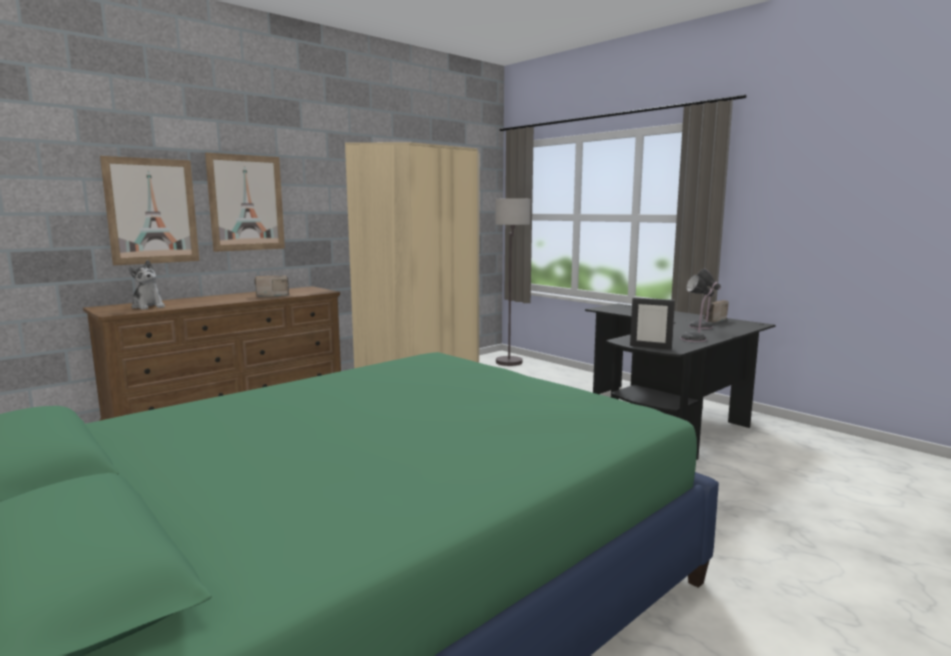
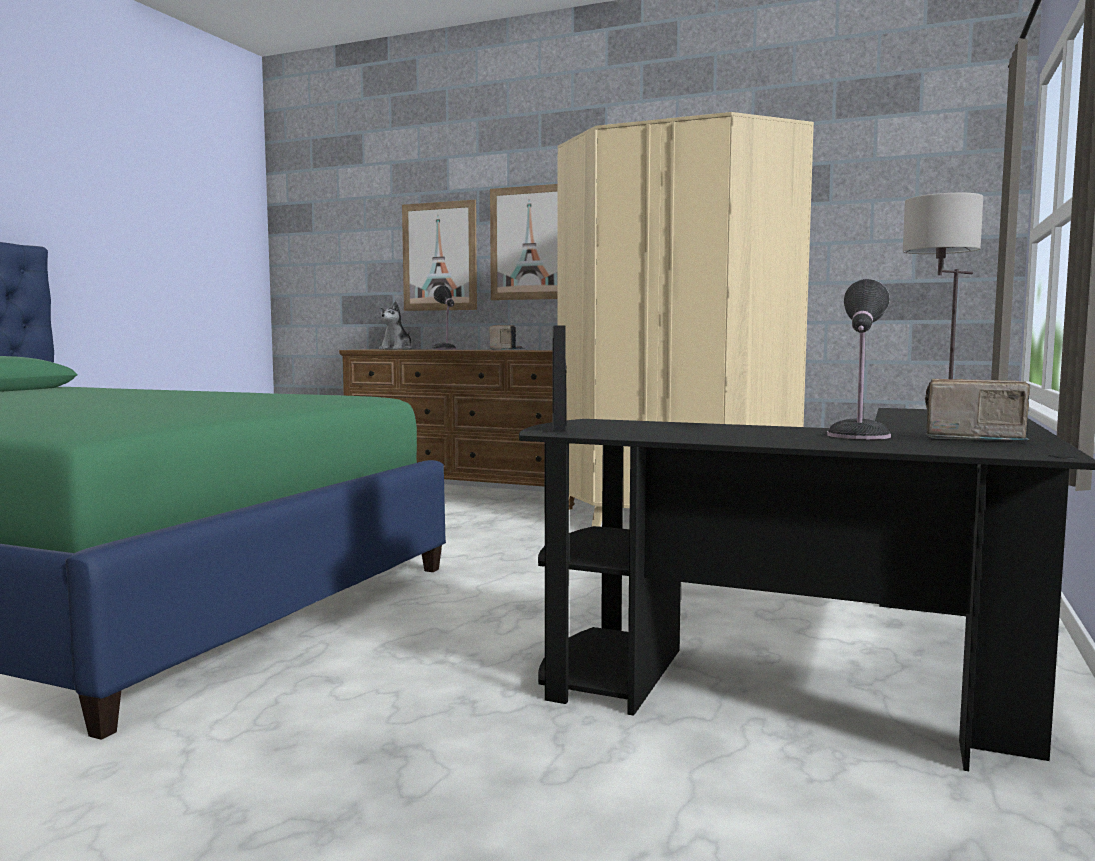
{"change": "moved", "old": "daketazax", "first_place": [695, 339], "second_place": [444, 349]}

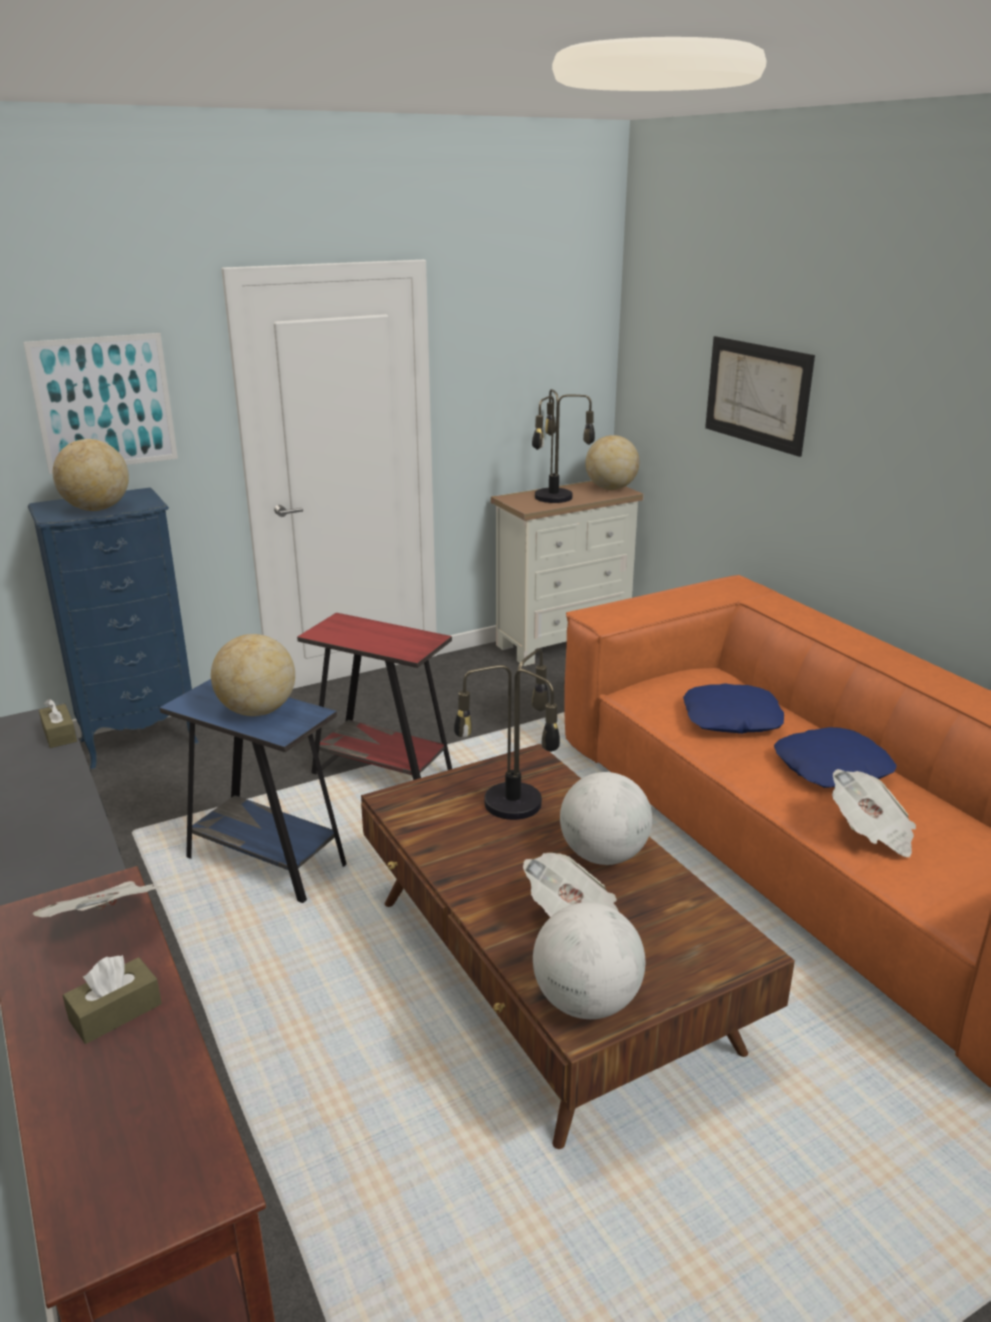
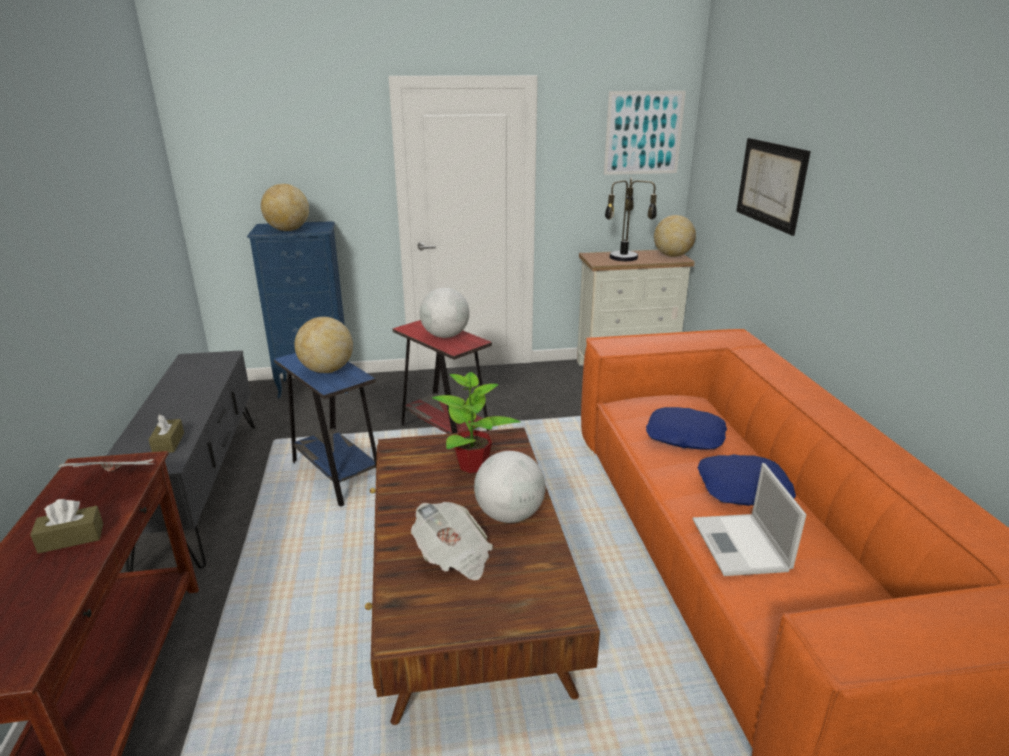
{"change": "moved", "old": "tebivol", "first_place": [104, 403], "second_place": [643, 133]}
{"change": "replaced", "old": "daketazax", "new": "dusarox", "first_place": [513, 804], "second_place": [473, 465]}
{"change": "moved", "old": "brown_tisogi", "first_place": [59, 734], "second_place": [168, 443]}
{"change": "replaced", "old": "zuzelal", "new": "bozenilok", "first_place": [871, 832], "second_place": [741, 546]}
{"change": "moved", "old": "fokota", "first_place": [586, 1002], "second_place": [445, 336]}

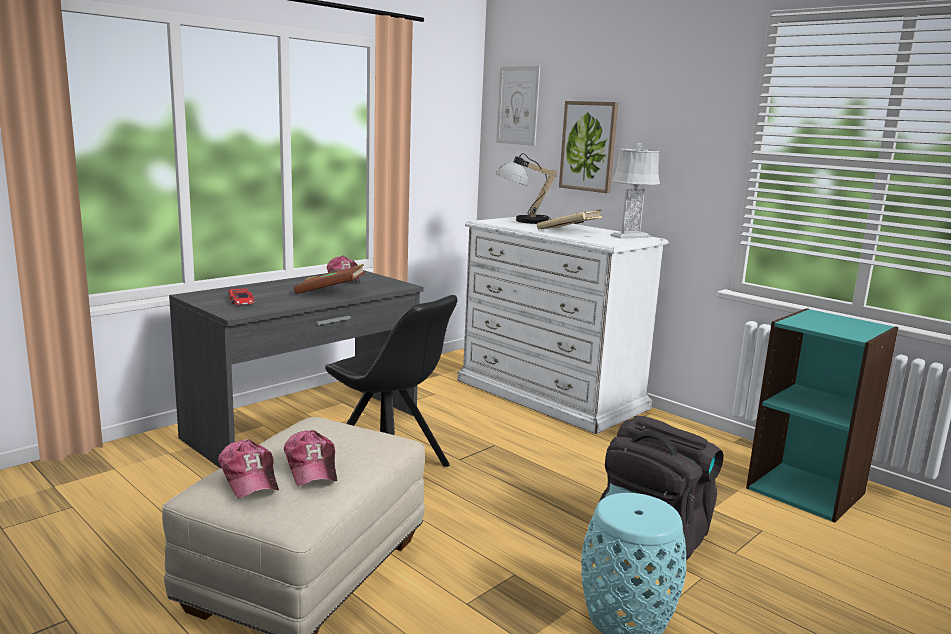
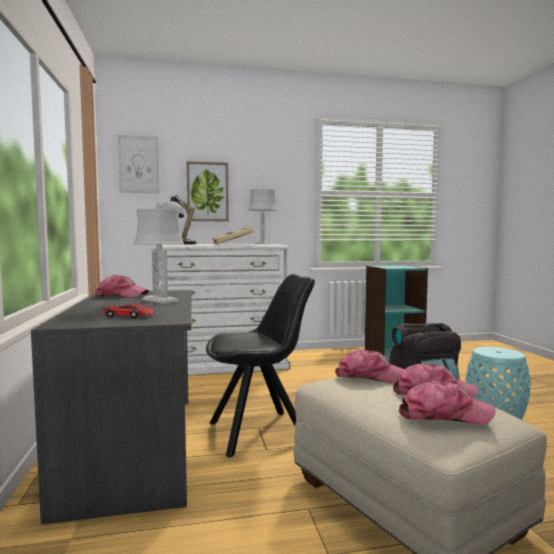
{"change": "replaced", "old": "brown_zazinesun", "new": "grey_daketazax", "first_place": [330, 292], "second_place": [160, 300]}
{"change": "added", "new": "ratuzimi", "second_place": [369, 376]}

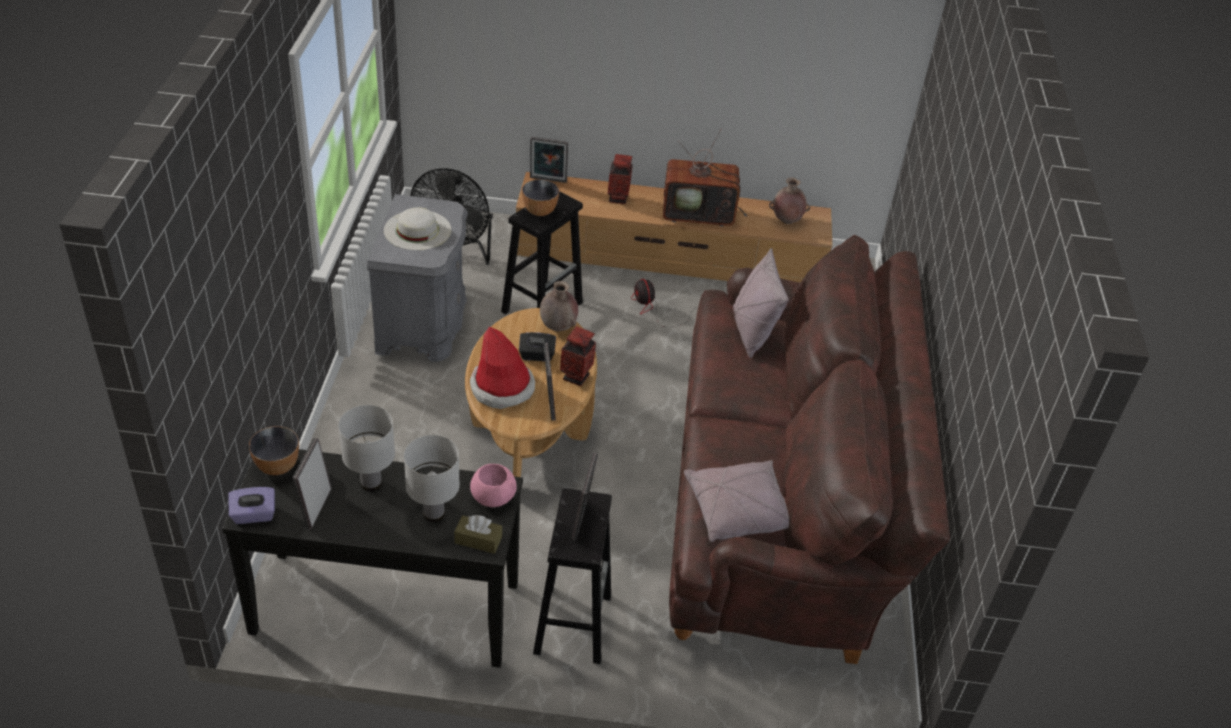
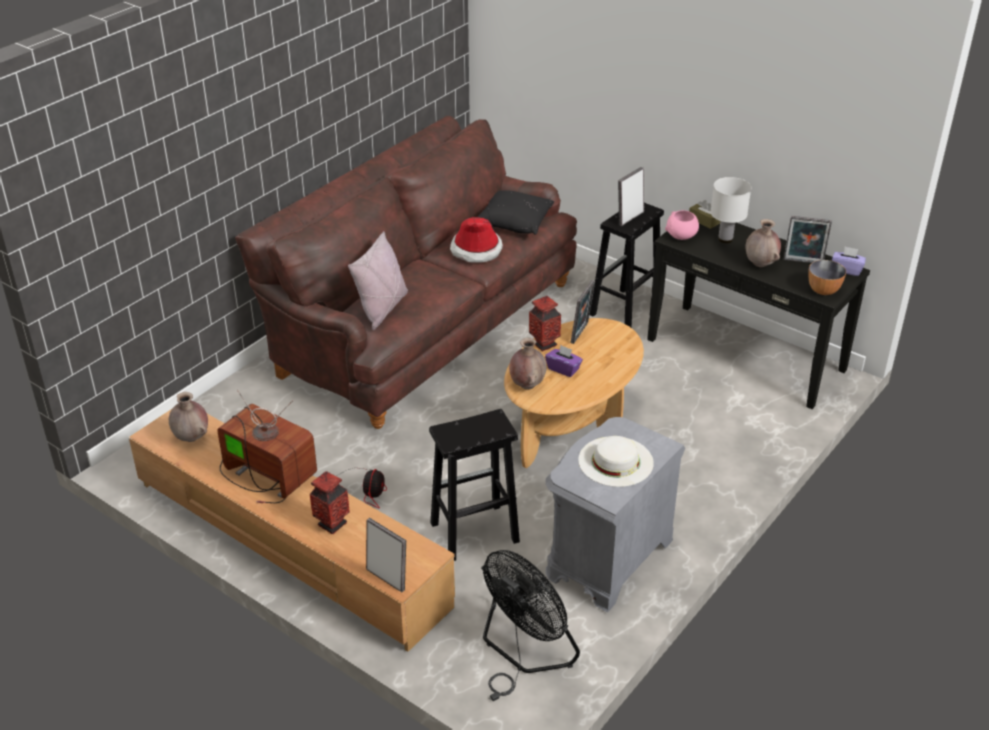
{"change": "removed", "old": "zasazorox", "first_place": [540, 211]}
{"change": "moved", "old": "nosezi", "first_place": [502, 388], "second_place": [476, 250]}
{"change": "recoloured", "old": "black_tisogi", "new": "purple_tisogi", "first_place": [536, 355], "second_place": [563, 369]}
{"change": "replaced", "old": "white_daketazax", "new": "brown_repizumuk", "first_place": [370, 483], "second_place": [760, 264]}
{"change": "turned", "old": "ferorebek", "first_place": [316, 508], "second_place": [803, 262], "degrees": 60}
{"change": "recoloured", "old": "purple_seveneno", "new": "black_seveneno", "first_place": [738, 511], "second_place": [514, 223]}

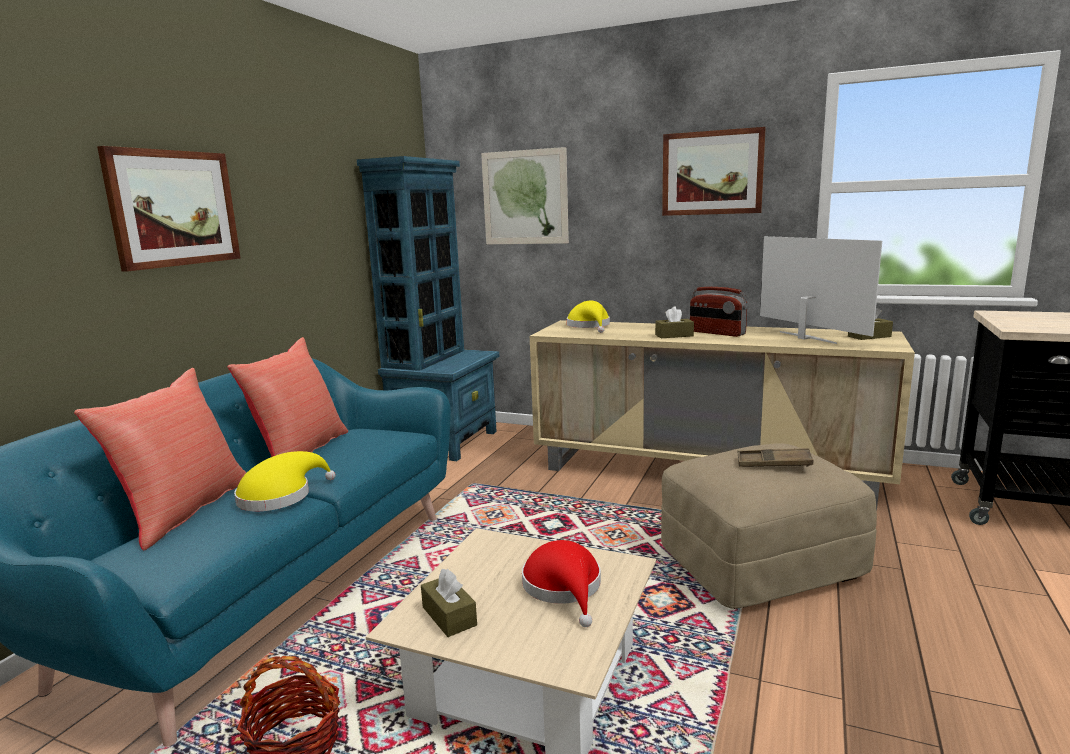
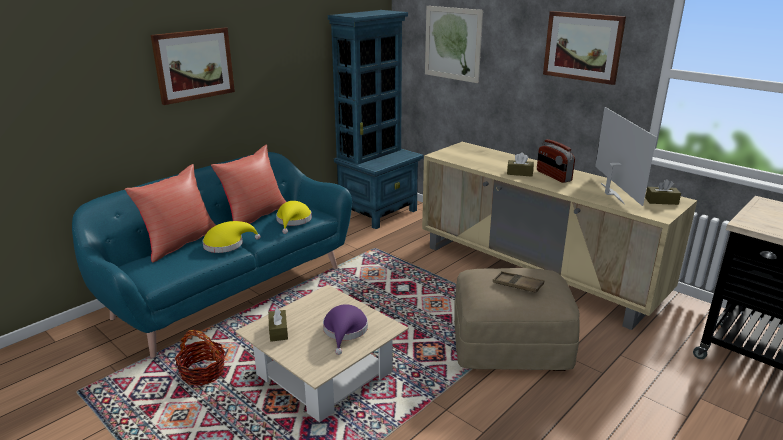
{"change": "moved", "old": "yellow_nosezi", "first_place": [589, 326], "second_place": [293, 221]}
{"change": "recoloured", "old": "red_nosezi", "new": "purple_nosezi", "first_place": [564, 588], "second_place": [345, 331]}

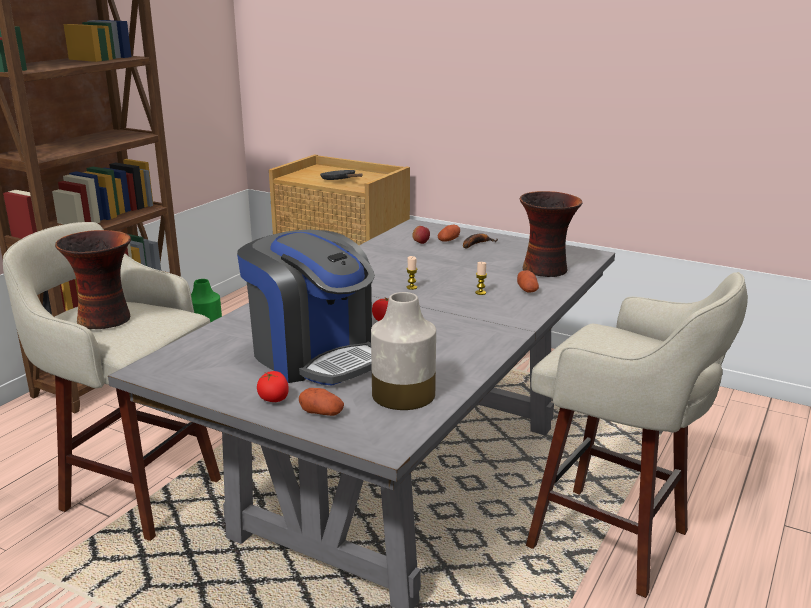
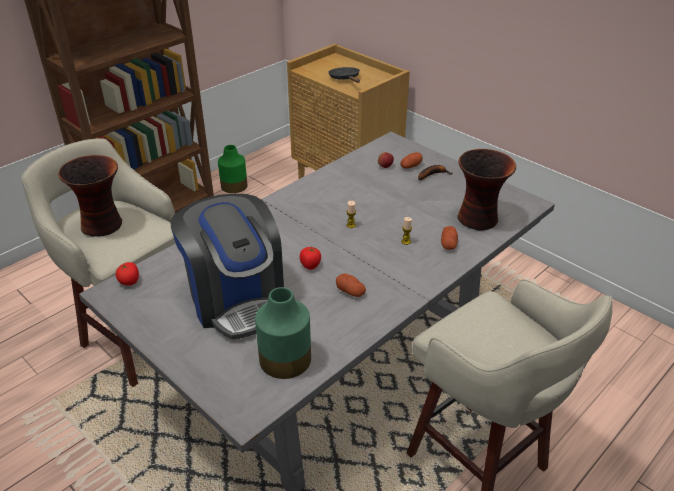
{"change": "recoloured", "old": "beige_repizumuk", "new": "green_repizumuk", "first_place": [402, 394], "second_place": [284, 358]}
{"change": "moved", "old": "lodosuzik", "first_place": [274, 399], "second_place": [129, 281]}
{"change": "moved", "old": "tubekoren", "first_place": [321, 412], "second_place": [350, 291]}

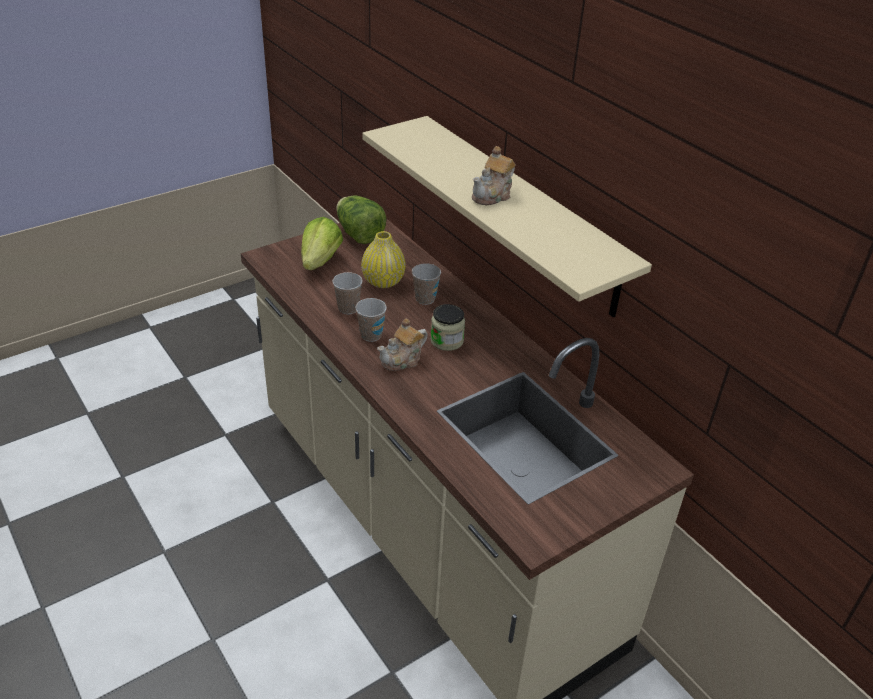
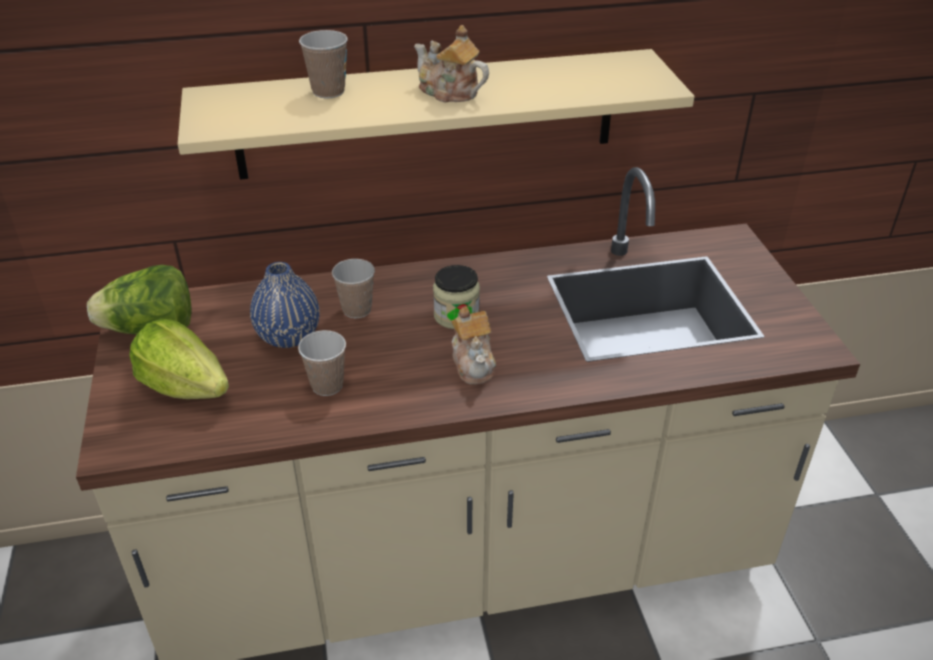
{"change": "turned", "old": "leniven", "first_place": [493, 195], "second_place": [449, 92], "degrees": 150}
{"change": "recoloured", "old": "yellow_repizumuk", "new": "blue_repizumuk", "first_place": [383, 281], "second_place": [289, 336]}
{"change": "moved", "old": "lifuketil", "first_place": [371, 335], "second_place": [328, 91]}

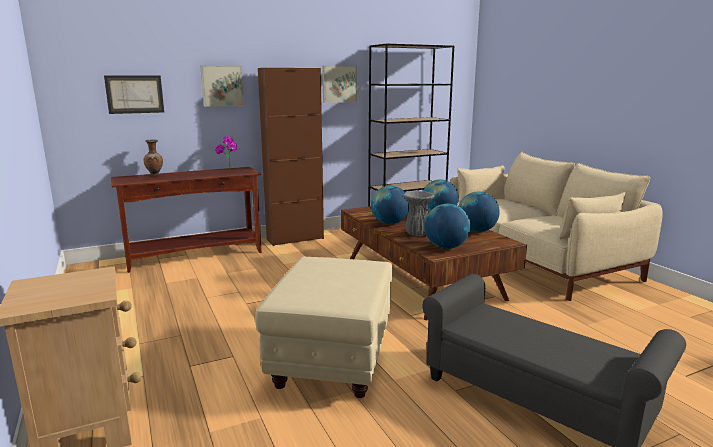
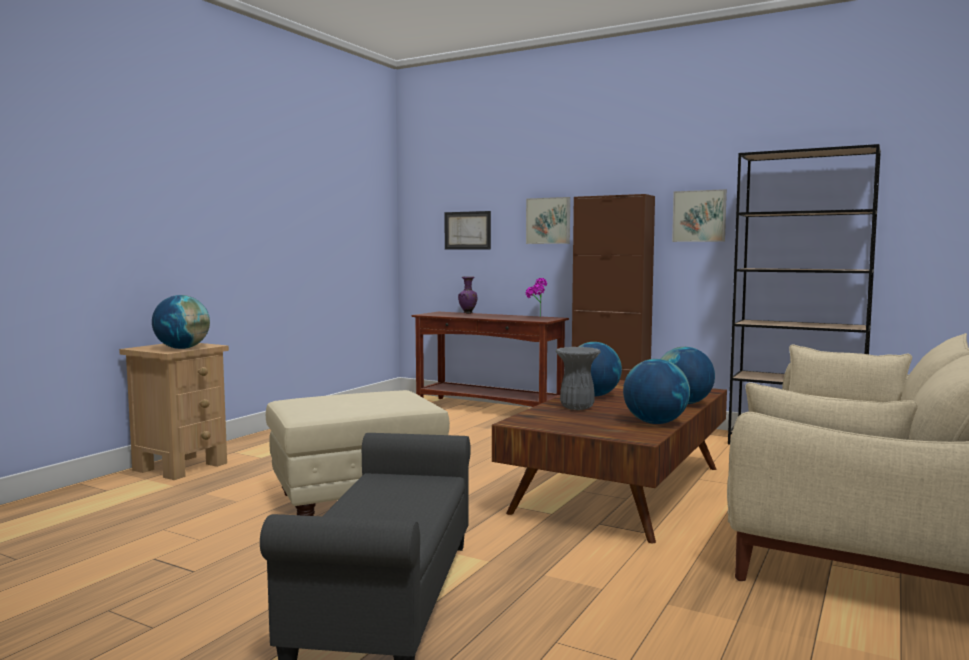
{"change": "recoloured", "old": "brown_repizumuk", "new": "purple_repizumuk", "first_place": [155, 175], "second_place": [468, 313]}
{"change": "moved", "old": "fokota", "first_place": [445, 247], "second_place": [182, 348]}

